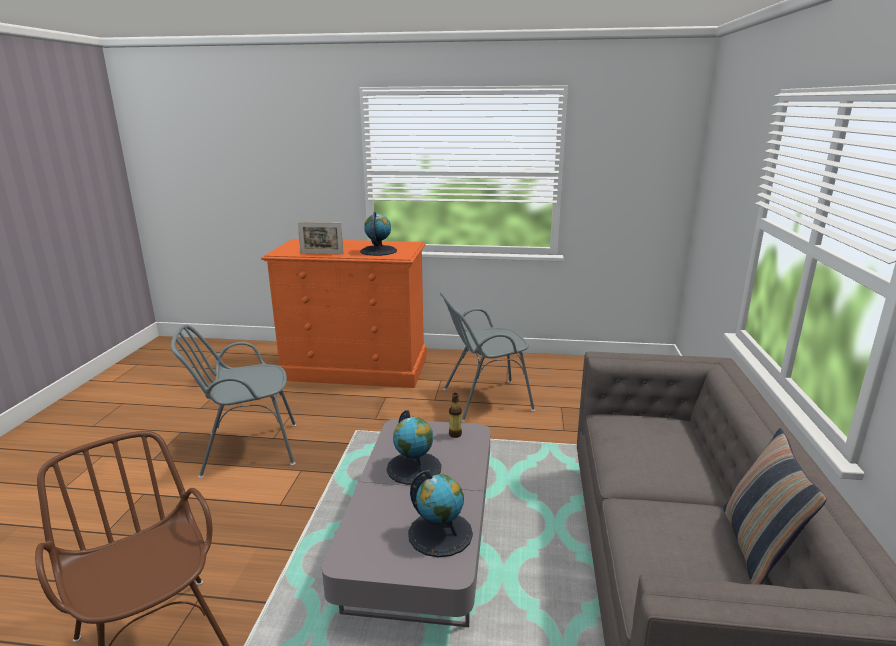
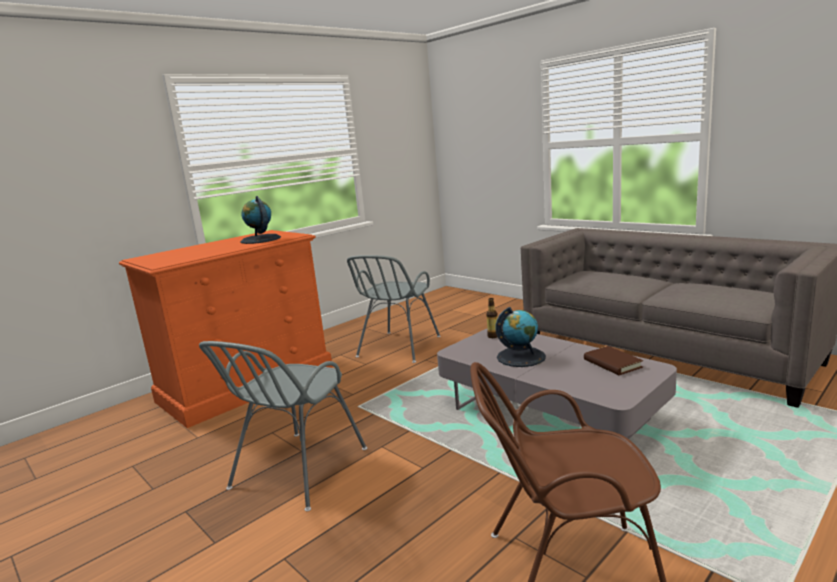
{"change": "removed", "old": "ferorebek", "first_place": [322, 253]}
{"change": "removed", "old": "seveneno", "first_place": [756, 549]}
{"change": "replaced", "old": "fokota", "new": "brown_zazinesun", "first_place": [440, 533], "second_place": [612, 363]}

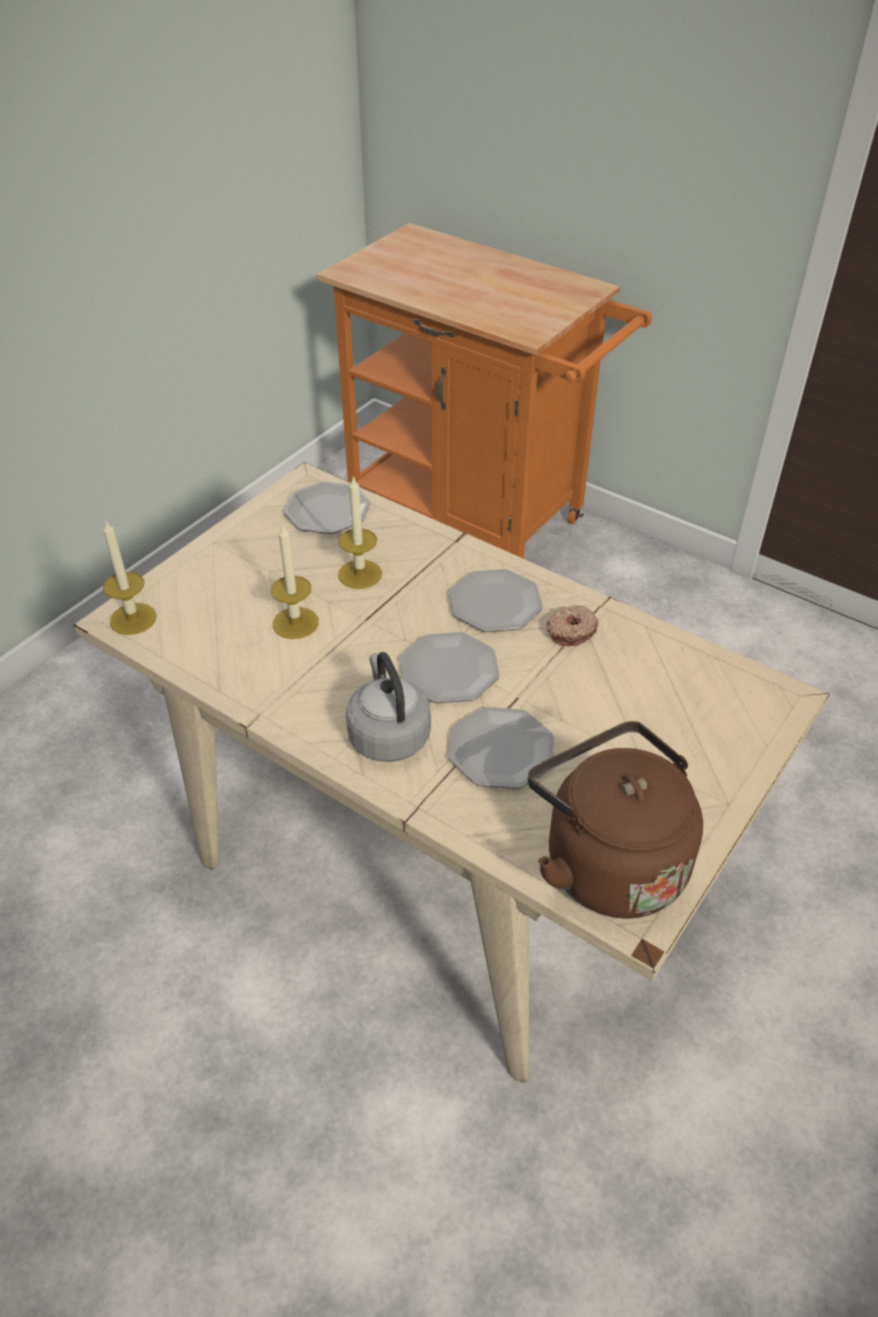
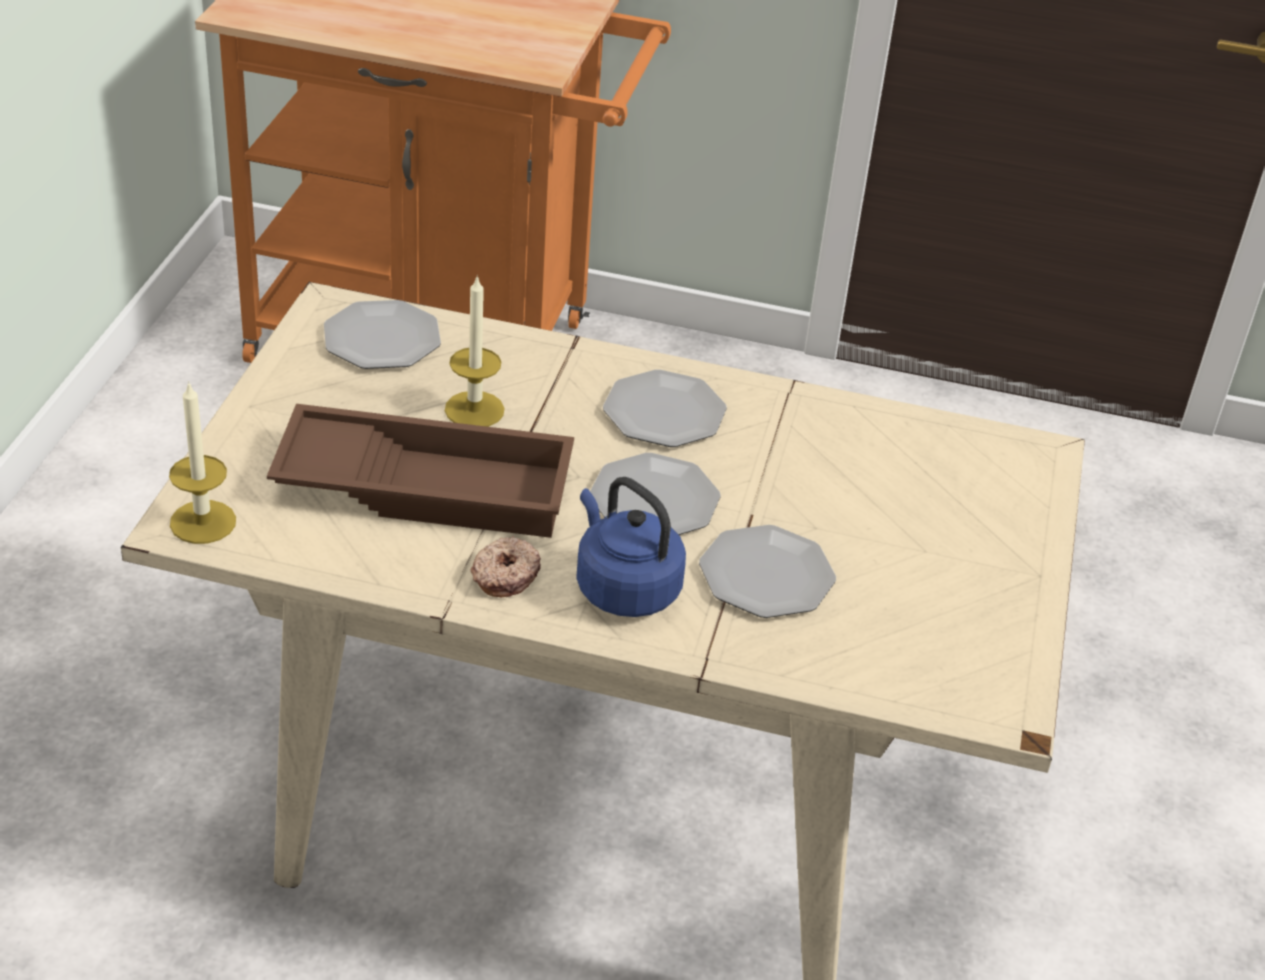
{"change": "replaced", "old": "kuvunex", "new": "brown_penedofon", "first_place": [295, 623], "second_place": [427, 484]}
{"change": "moved", "old": "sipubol", "first_place": [570, 631], "second_place": [504, 575]}
{"change": "recoloured", "old": "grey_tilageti", "new": "blue_tilageti", "first_place": [388, 734], "second_place": [624, 587]}
{"change": "removed", "old": "brown_tilageti", "first_place": [607, 861]}

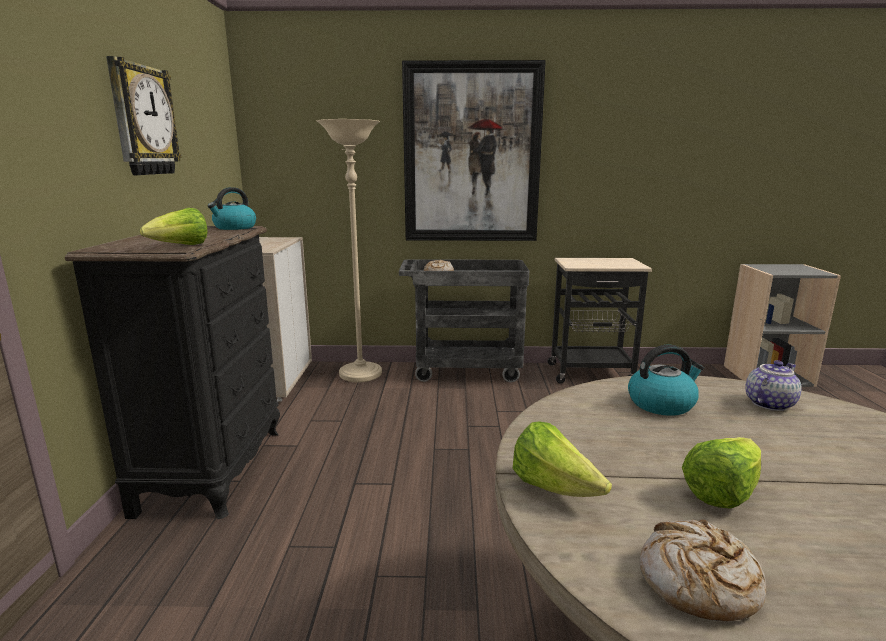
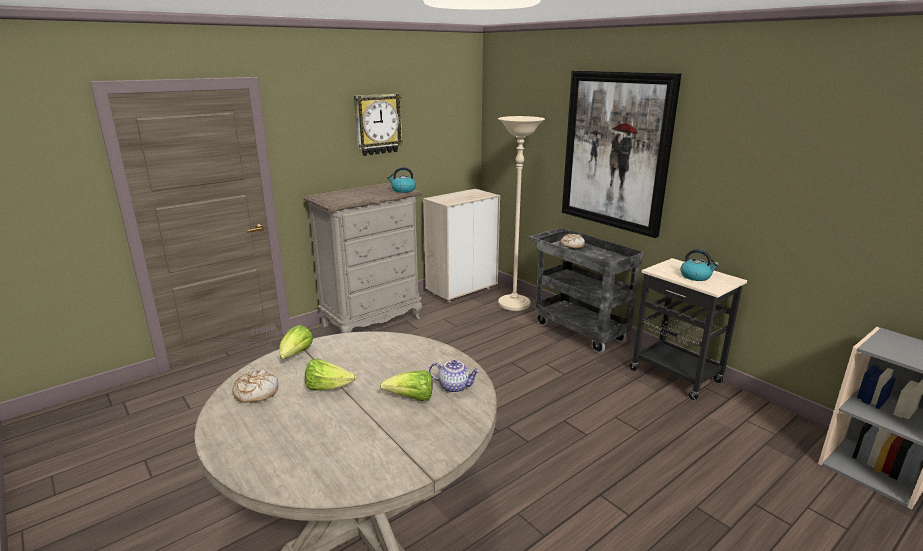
{"change": "moved", "old": "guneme", "first_place": [181, 246], "second_place": [411, 398]}
{"change": "recoloured", "old": "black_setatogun", "new": "beige_setatogun", "first_place": [216, 469], "second_place": [373, 322]}
{"change": "moved", "old": "tilageti", "first_place": [661, 403], "second_place": [696, 276]}

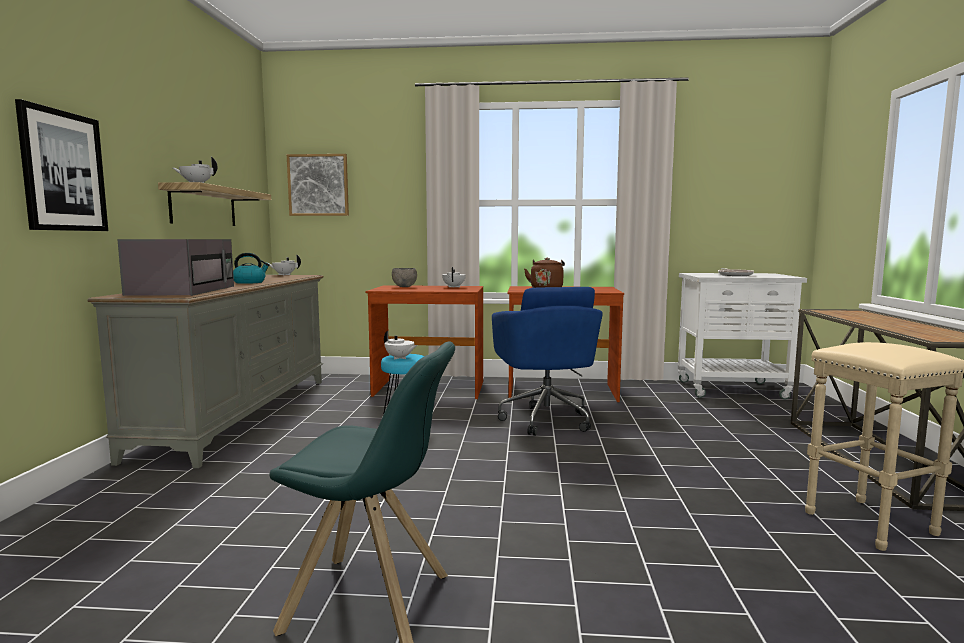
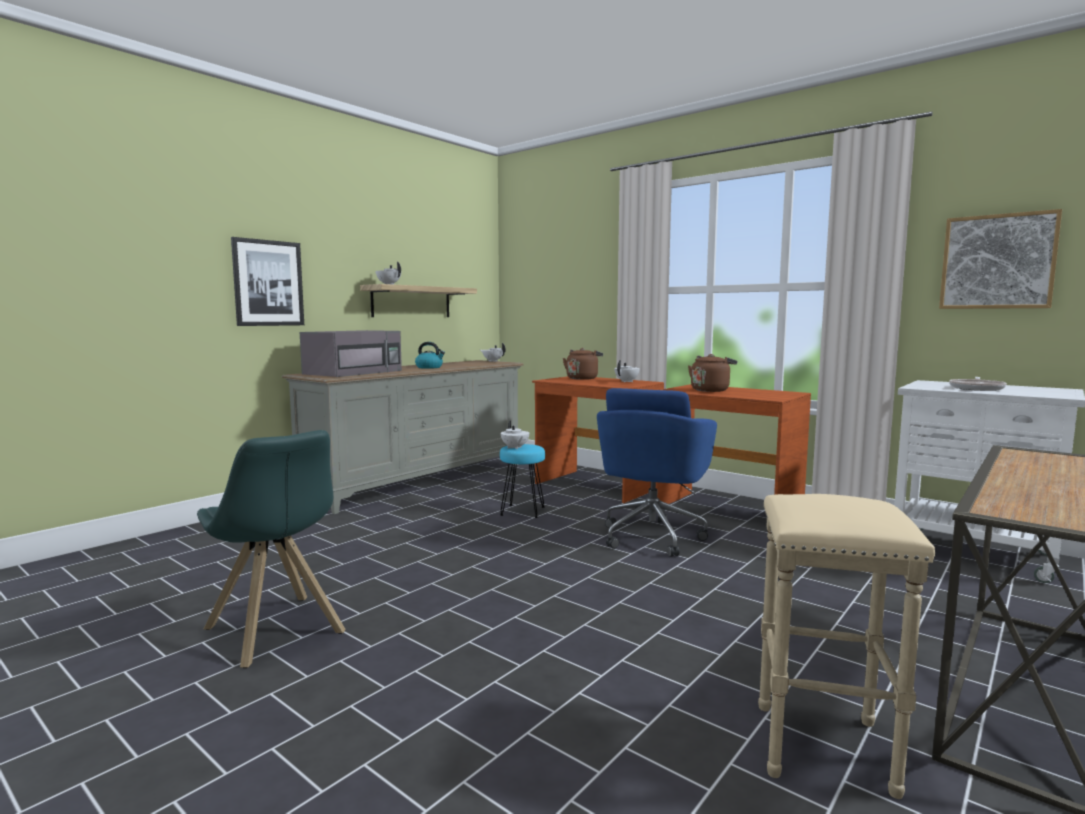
{"change": "moved", "old": "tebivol", "first_place": [318, 185], "second_place": [997, 262]}
{"change": "replaced", "old": "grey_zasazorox", "new": "brown_tilageti", "first_place": [405, 287], "second_place": [582, 378]}

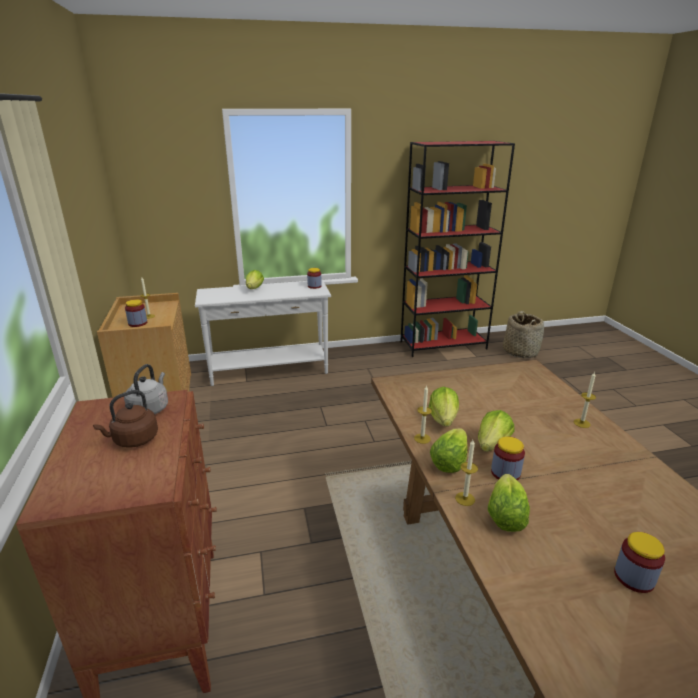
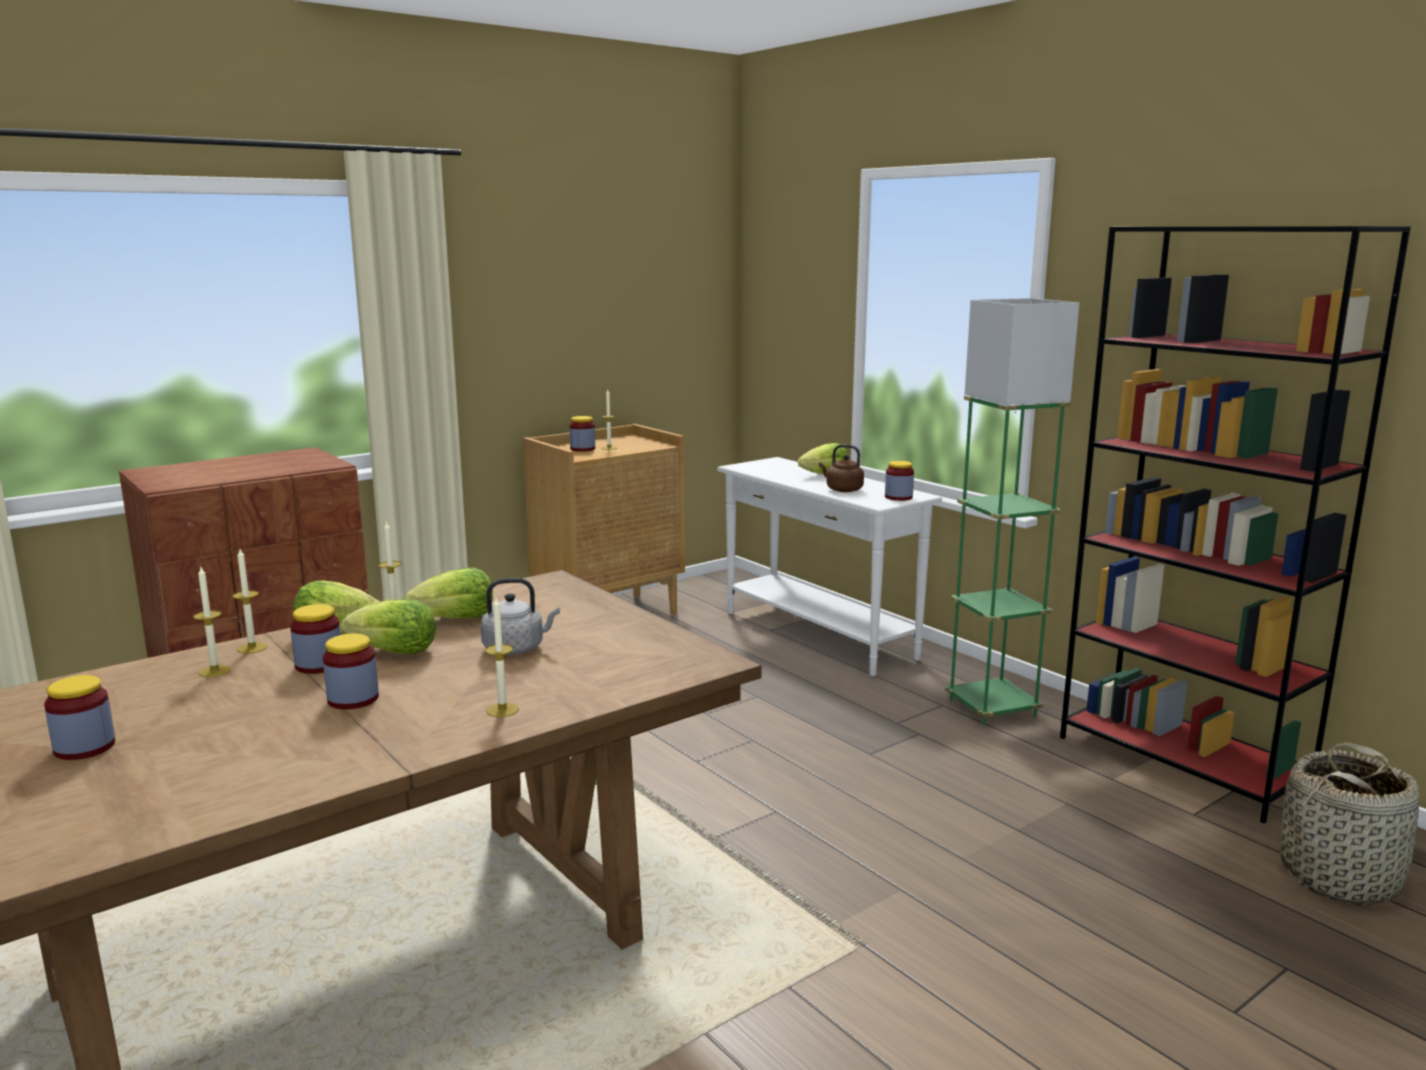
{"change": "moved", "old": "grey_tilageti", "first_place": [150, 408], "second_place": [517, 648]}
{"change": "moved", "old": "brown_tilageti", "first_place": [133, 440], "second_place": [842, 490]}
{"change": "replaced", "old": "guneme", "new": "kuvunex", "first_place": [505, 517], "second_place": [215, 671]}
{"change": "added", "new": "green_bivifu", "second_place": [992, 708]}
{"change": "added", "new": "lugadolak", "second_place": [353, 699]}

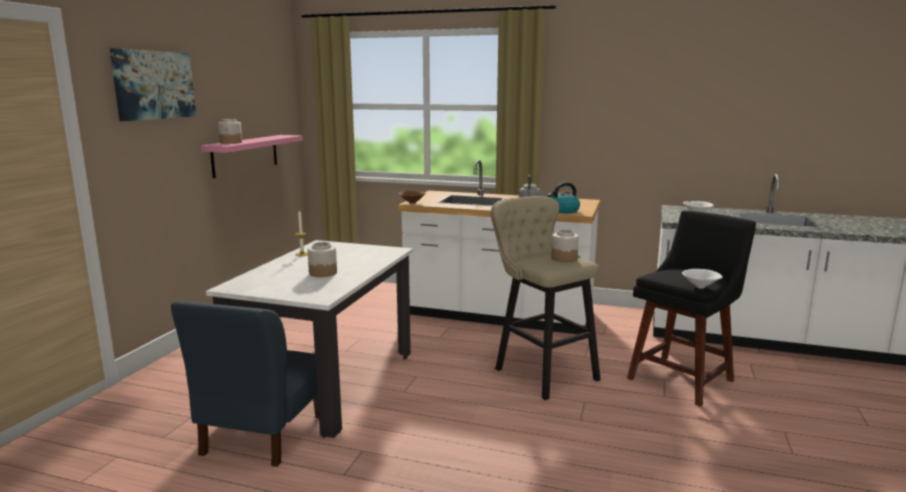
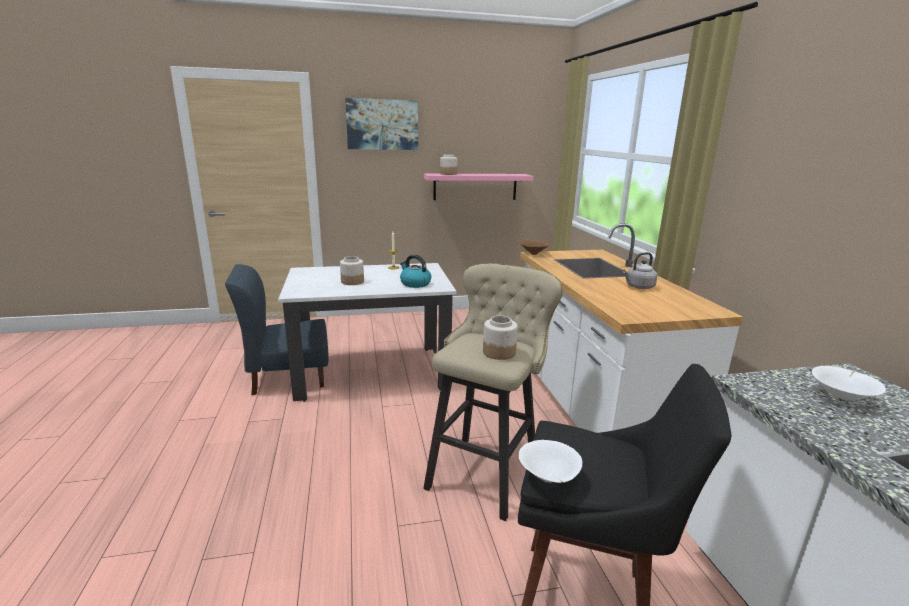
{"change": "moved", "old": "tilageti", "first_place": [563, 211], "second_place": [415, 283]}

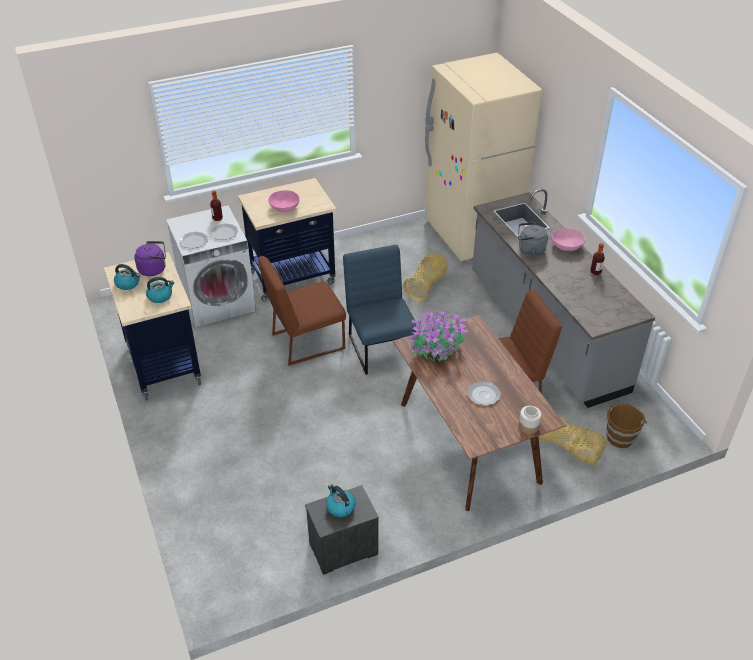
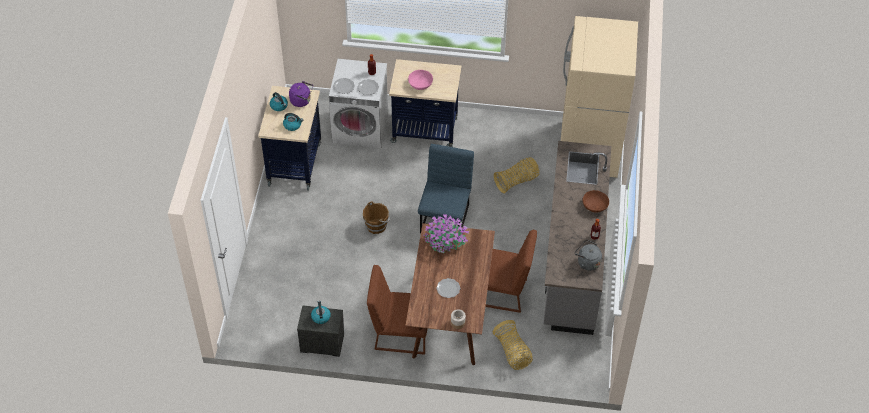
{"change": "moved", "old": "grey_tilageti", "first_place": [529, 250], "second_place": [587, 262]}
{"change": "recoloured", "old": "pink_zasazorox", "new": "brown_zasazorox", "first_place": [567, 245], "second_place": [595, 205]}
{"change": "moved", "old": "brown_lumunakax", "first_place": [306, 341], "second_place": [400, 333]}
{"change": "moved", "old": "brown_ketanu", "first_place": [620, 437], "second_place": [376, 226]}

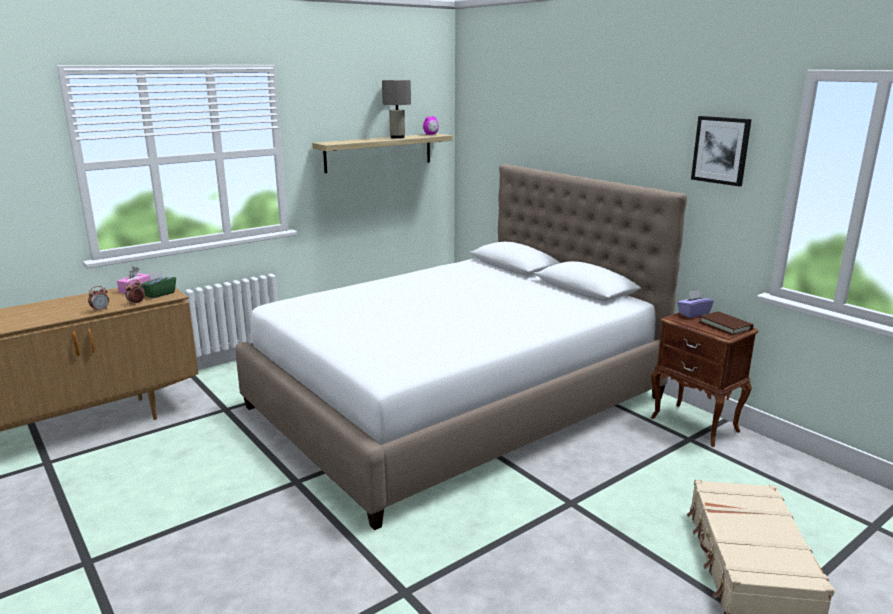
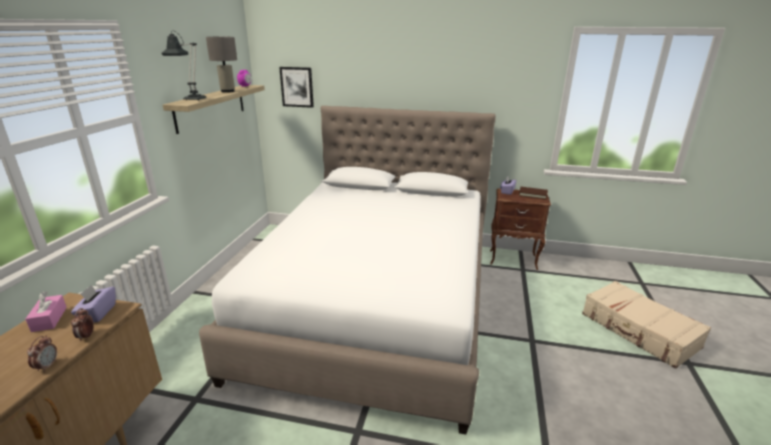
{"change": "moved", "old": "tebivol", "first_place": [721, 150], "second_place": [297, 87]}
{"change": "recoloured", "old": "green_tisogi", "new": "purple_tisogi", "first_place": [159, 294], "second_place": [97, 313]}
{"change": "added", "new": "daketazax", "second_place": [192, 100]}

